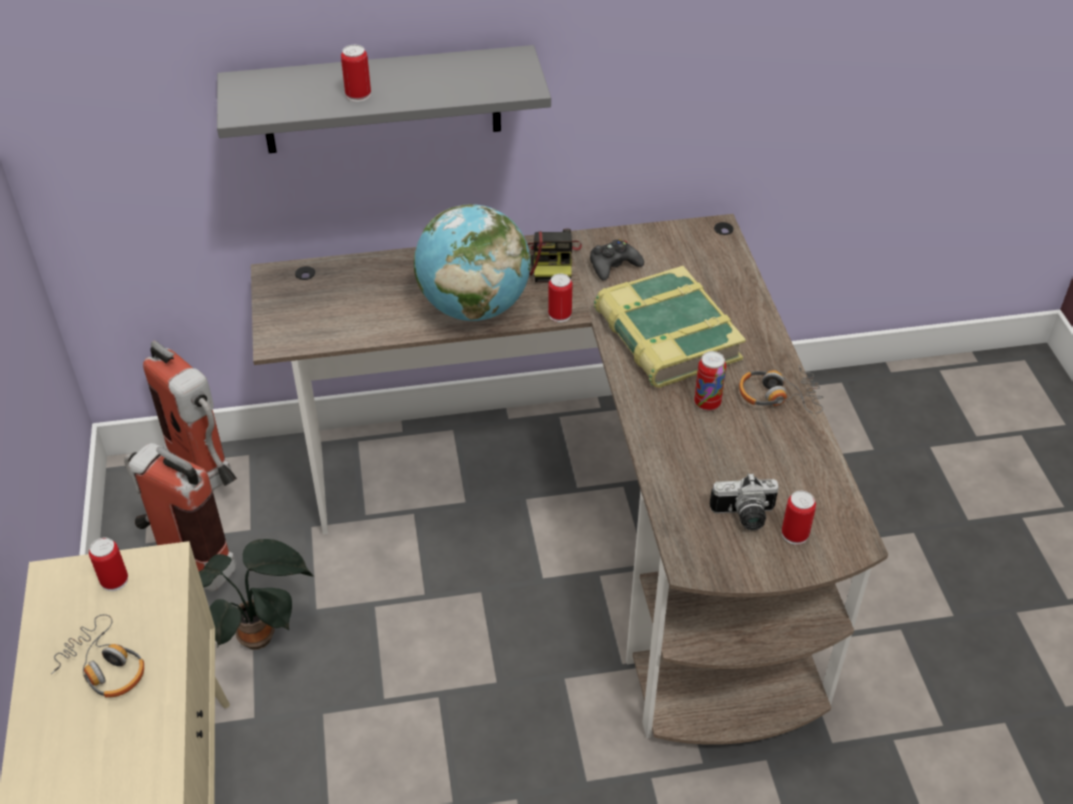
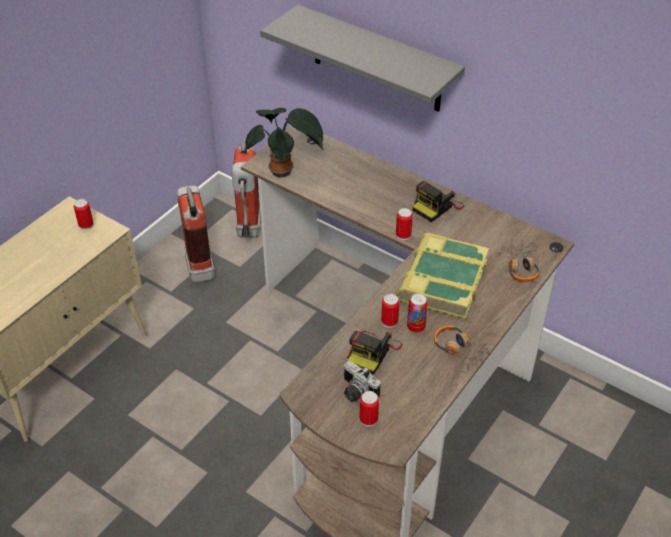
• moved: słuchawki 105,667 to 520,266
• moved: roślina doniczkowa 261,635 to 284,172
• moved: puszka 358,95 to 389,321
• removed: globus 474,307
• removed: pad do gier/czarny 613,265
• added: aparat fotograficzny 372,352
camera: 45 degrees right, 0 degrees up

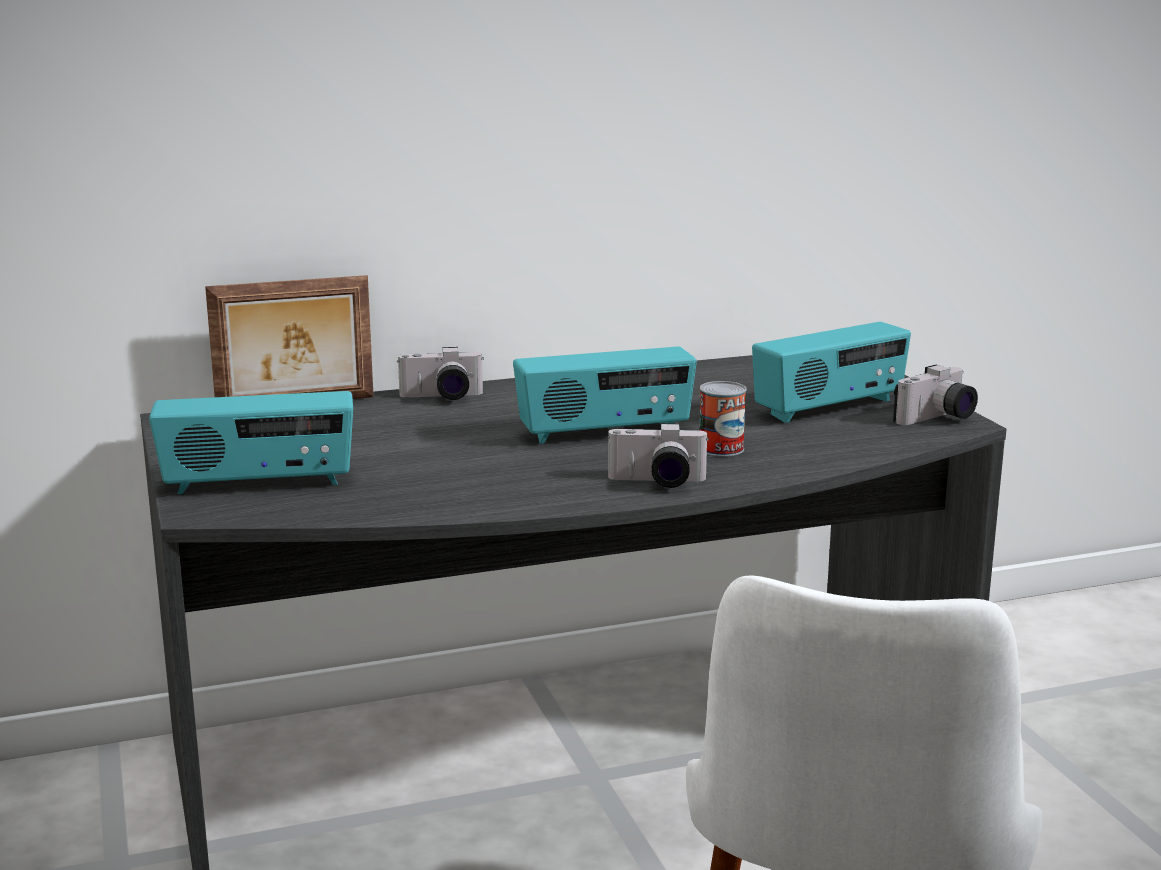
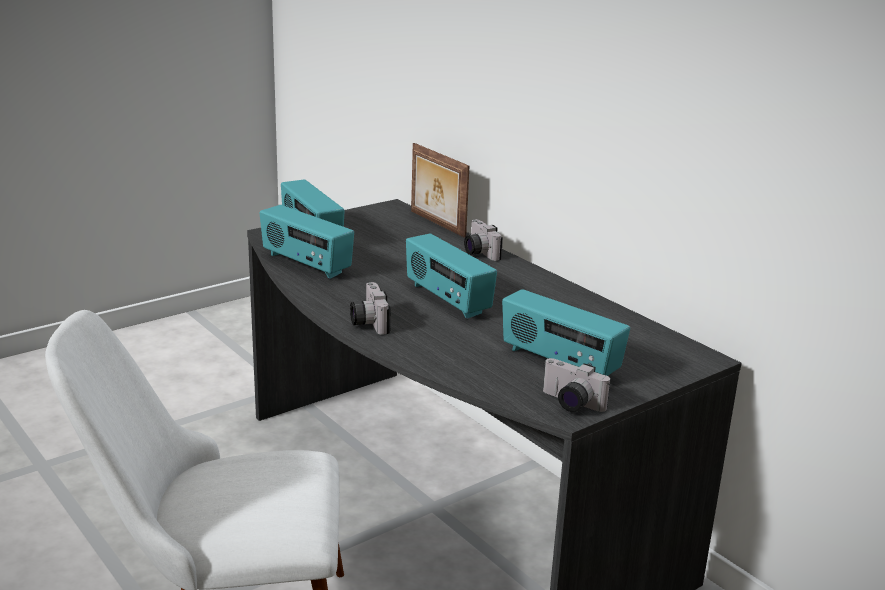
• removed: puszka 721,448
• added: radio 305,264
camera: 70 degrees right, 5 degrees up

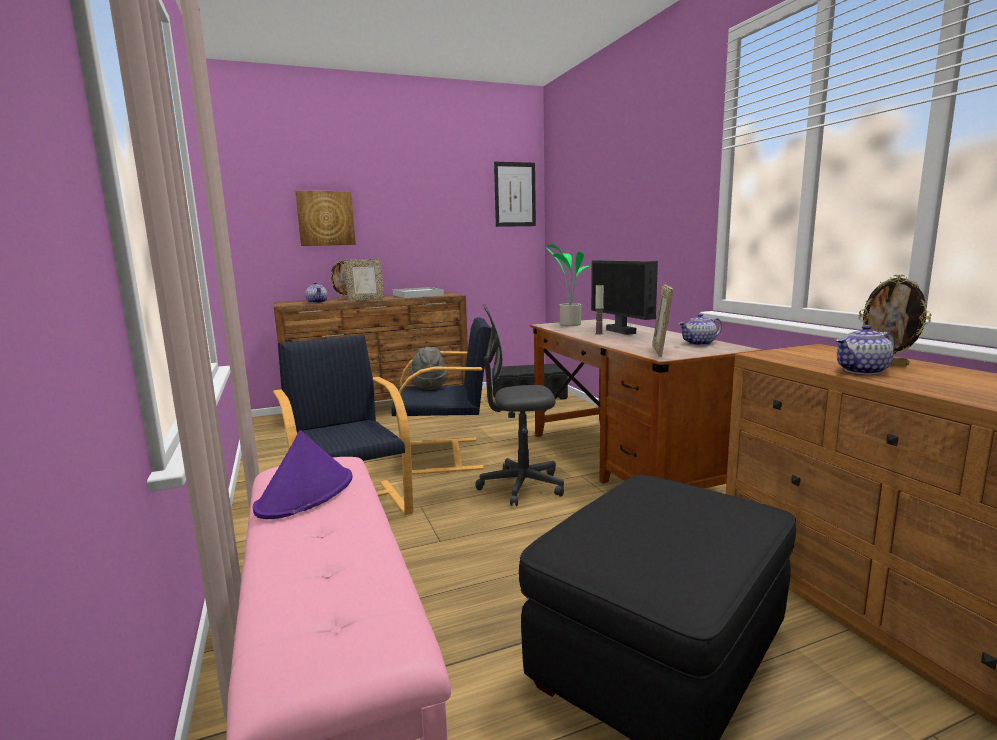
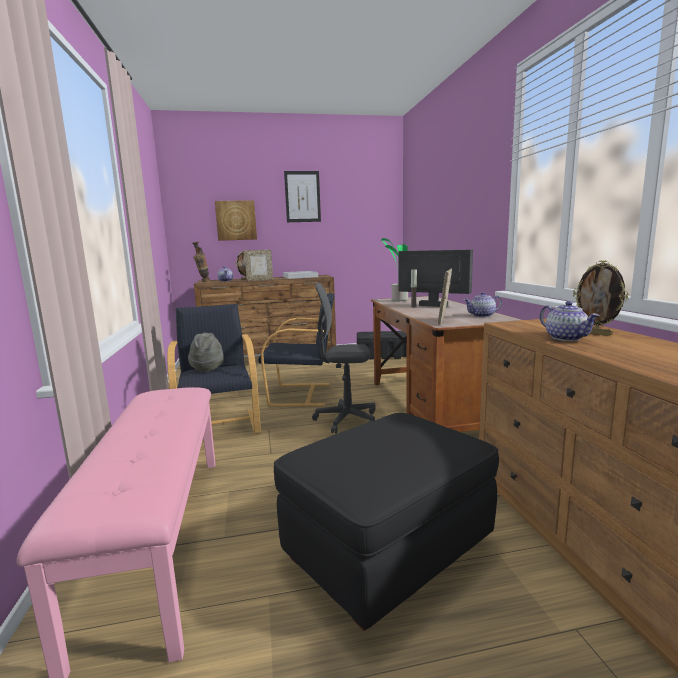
• removed: kapelusz/fioletowy 306,494
• moved: kapelusz/szary 428,386 to 207,367
• moved: obraz 515,194 to 302,196
• turned: monitor 622,331 = 433,305 135 degrees clockwise
• turned: imbryk 862,371 = 566,338 105 degrees counterclockwise
• added: wazon 203,281
camera: 10 degrees right, 0 degrees up

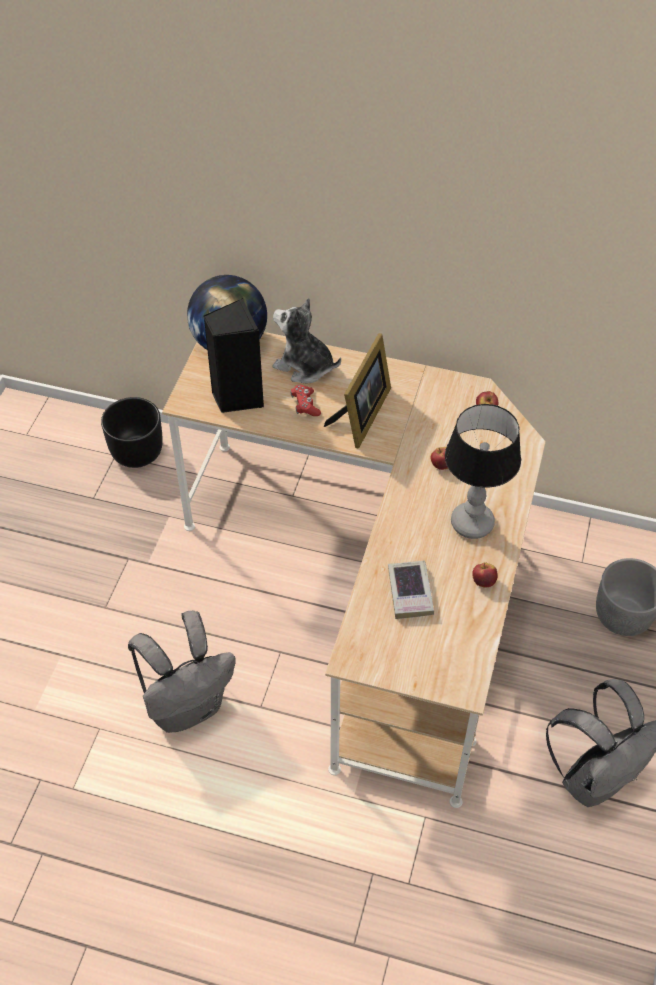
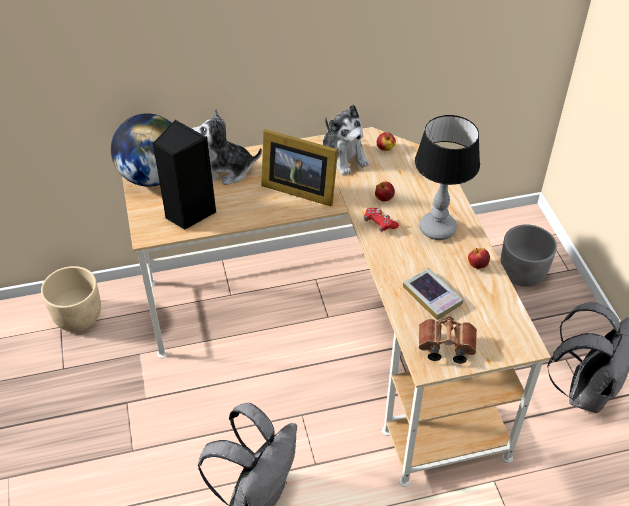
• recoloured: donica/czarny 136,451 to donica/beżowy 77,316
• moved: pad do gier/czerwony 305,405 to 380,223
• turned: ramka na zdjęcie 361,416 = 298,188 120 degrees clockwise
• added: pluszak 343,157
• added: lornetka/brązowy 444,347
camera: 30 degrees left, 5 degrees down

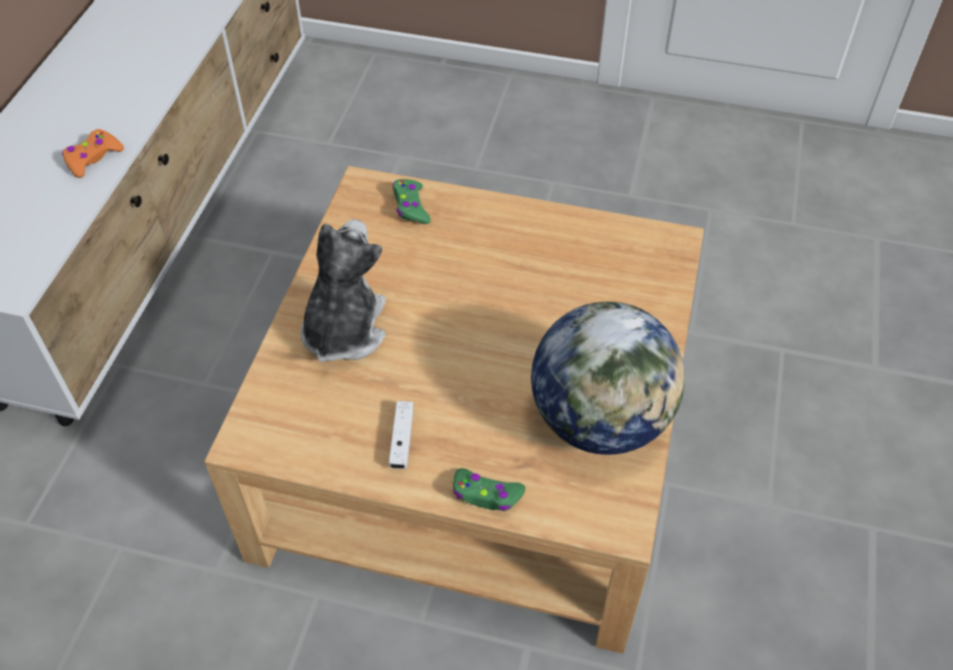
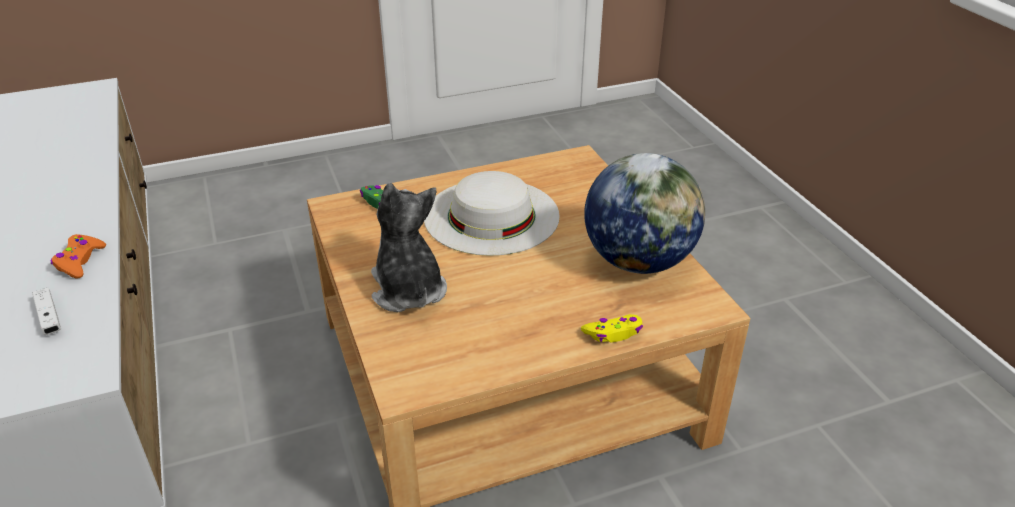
• moved: pad do gier/biały 402,440 to 49,318
• recoloured: pad do gier/zielony 486,495 to pad do gier/żółty 613,333
• added: kapelusz/biały 491,215
camera: 35 degrees left, 15 degrees down

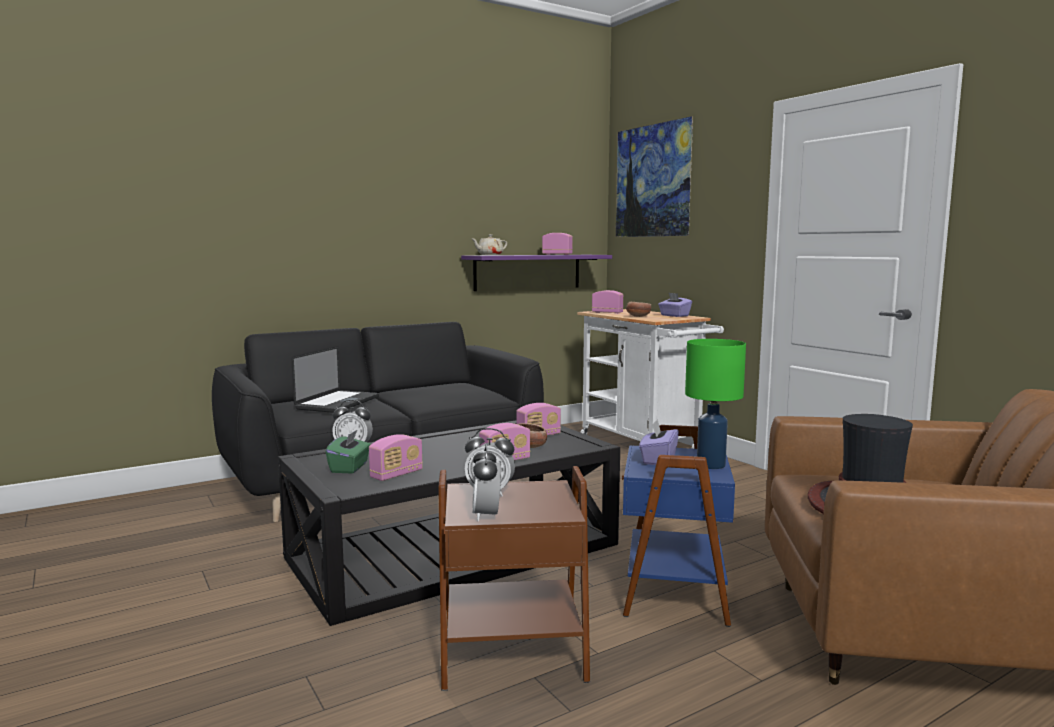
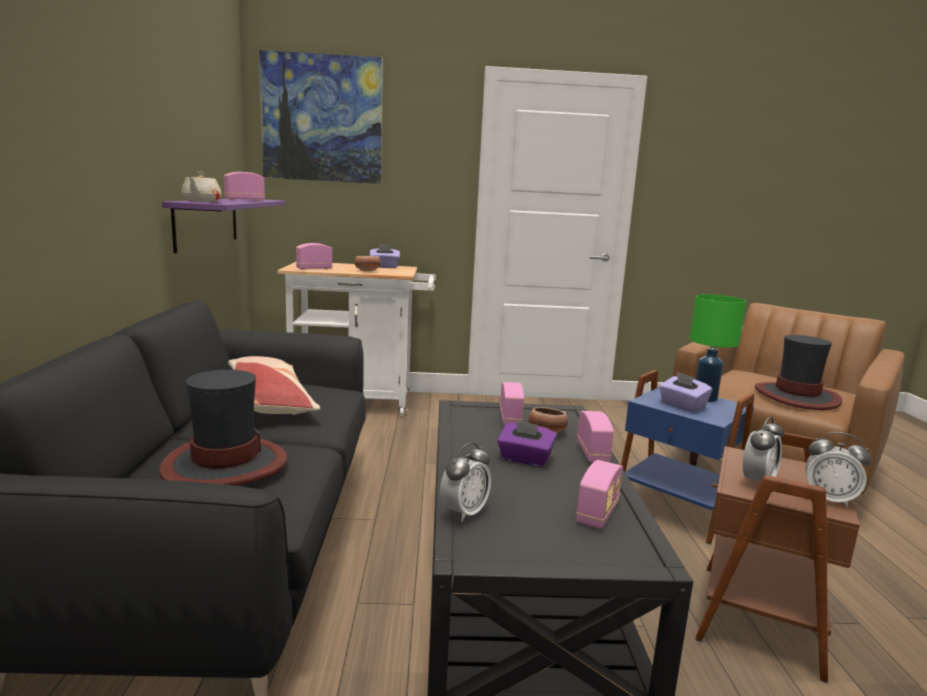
• replaced: laptop 338,403 to kapelusz 225,465
• removed: pudełko chusteczek/zielony 349,467
• turned: radio 396,475 = 598,513 45 degrees clockwise
• added: poduszka 270,400
• added: pudełko chusteczek/fioletowy 525,459
camera: 60 degrees left, 5 degrees up

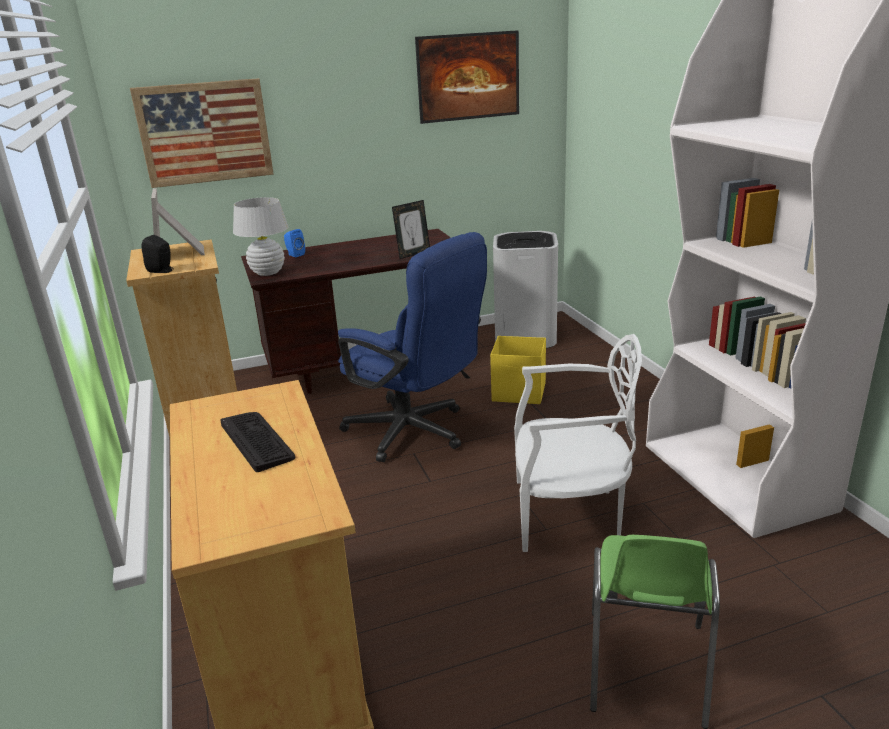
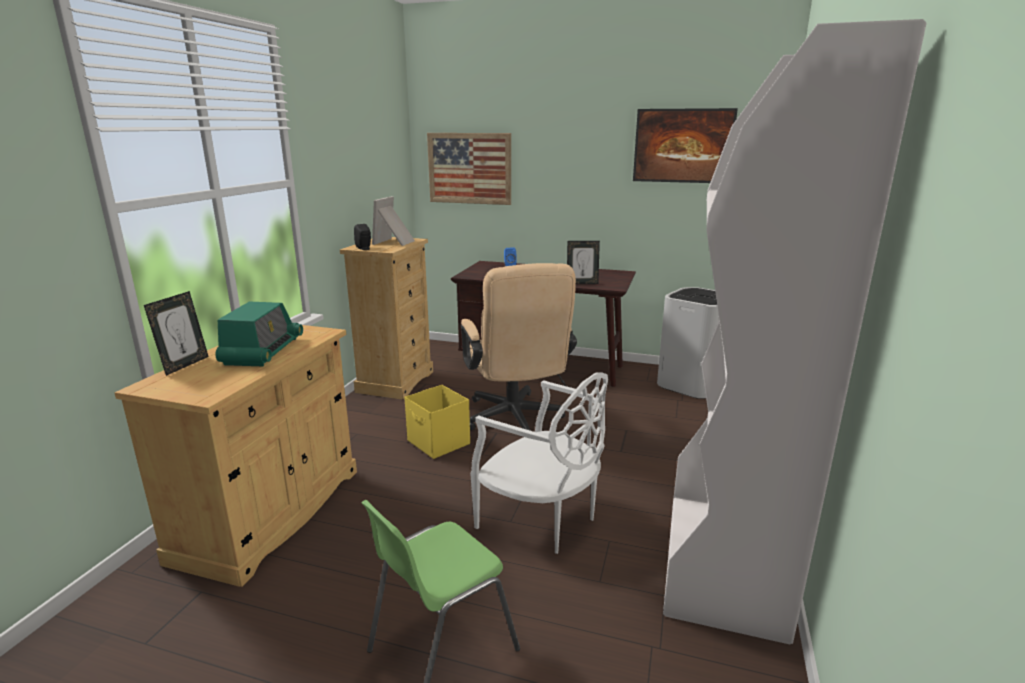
• replaced: klawiatura 257,440 to radio 262,351
• removed: lampa stołowa/biały 267,273
• recoloured: krzesło biurowe/niebieski 416,433 to krzesło biurowe/beżowy 515,421
• moved: pojemnik do przechowywania/żółty 519,392 to 438,443
• added: ramka na zdjęcie 184,365
camera: 35 degrees right, 5 degrees down

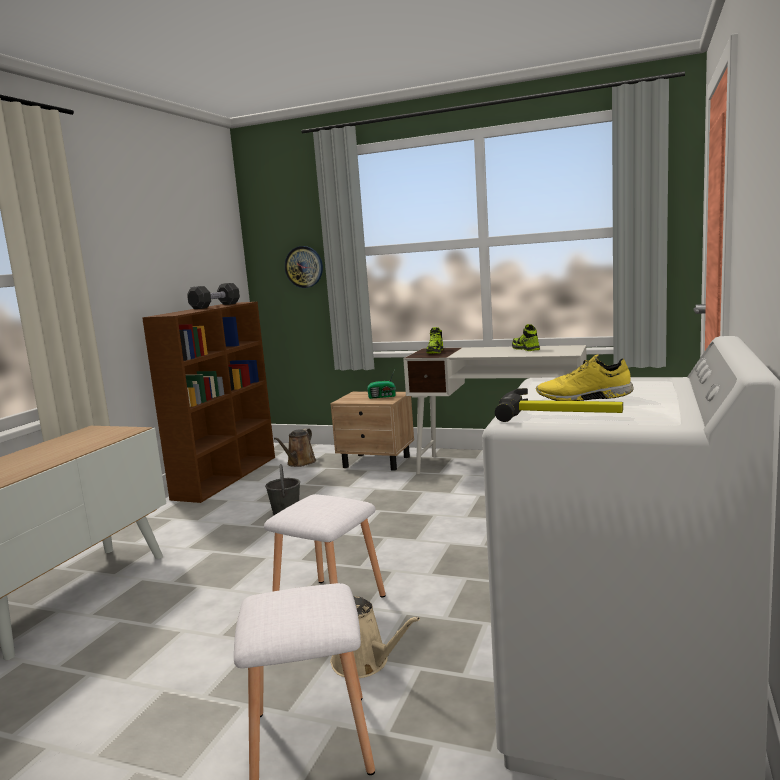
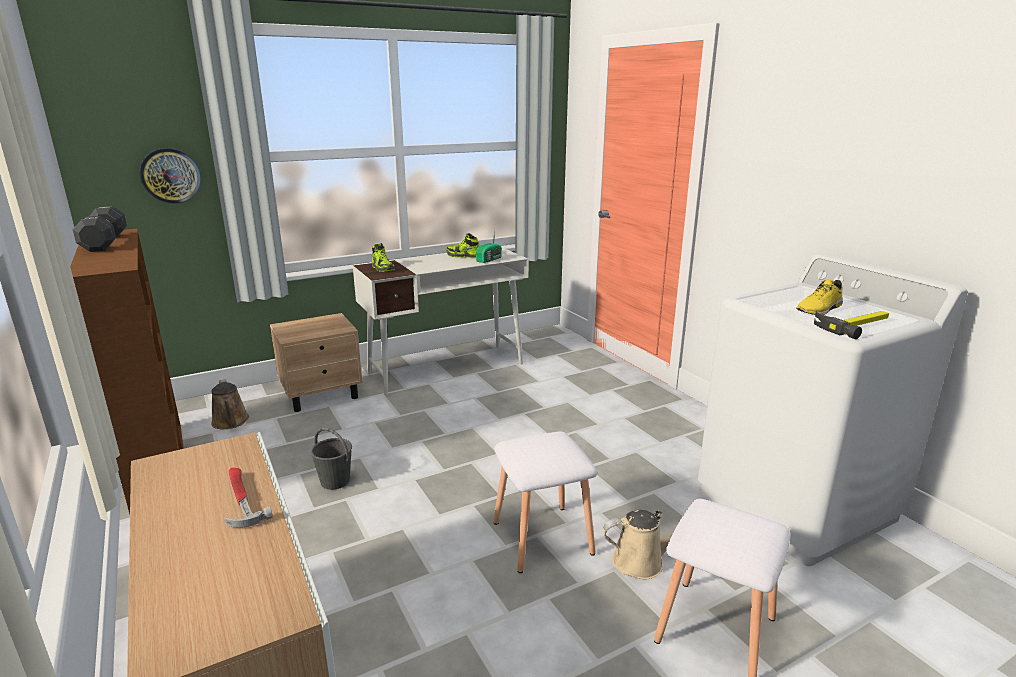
• moved: radio 382,396 to 490,259
• added: młotek 241,499
camera: 50 degrees left, 10 degrees up

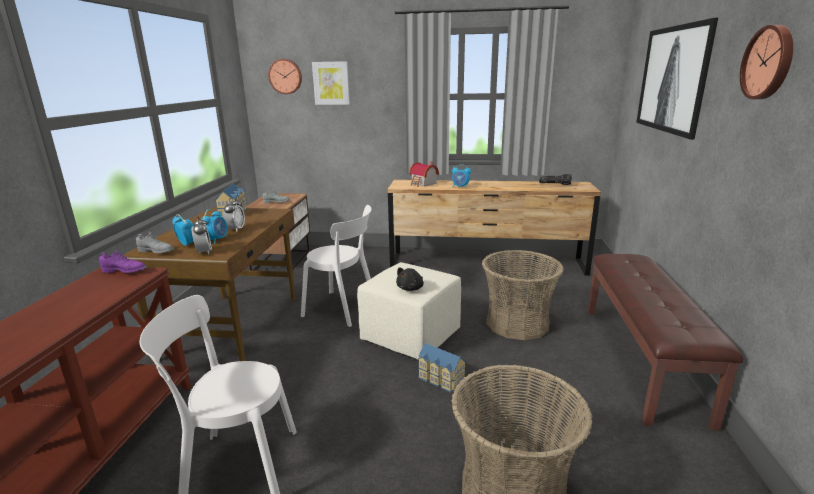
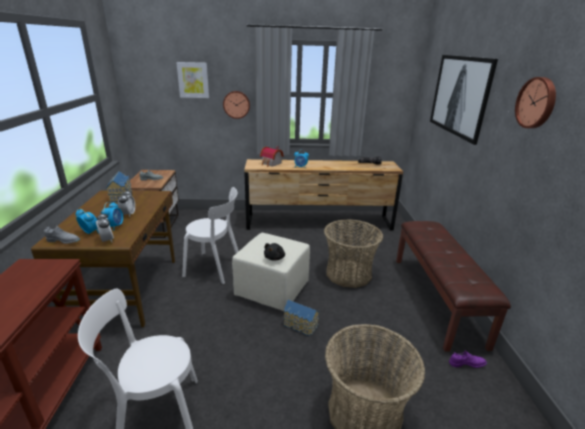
• moved: but/fioletowy 125,271 to 466,364
• moved: zegar ścienny 285,76 to 236,104
camera: 10 degrees left, 5 degrees up

